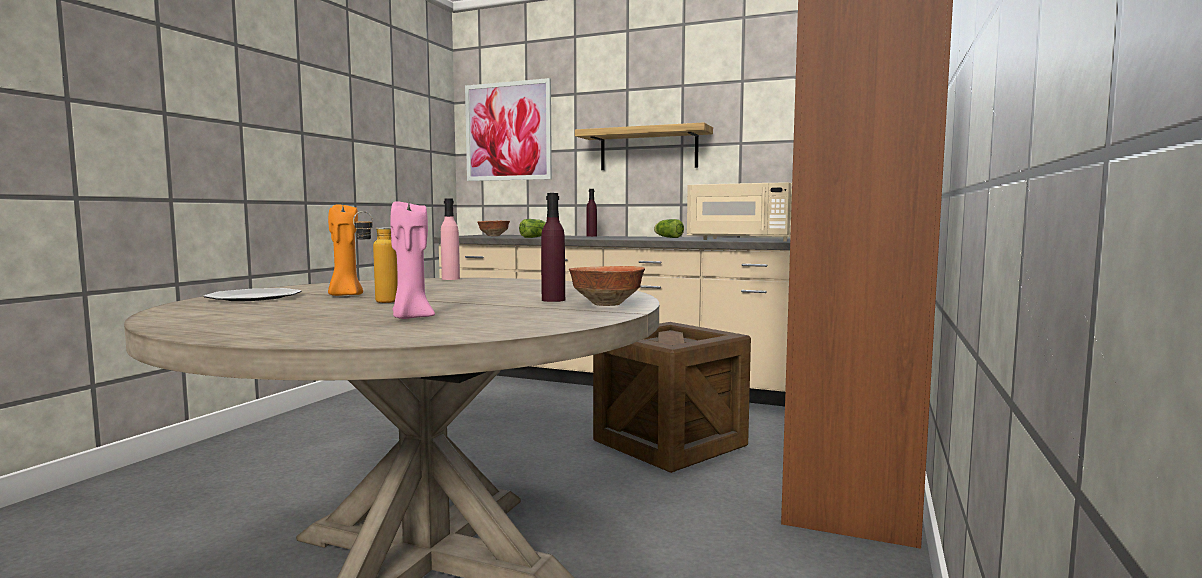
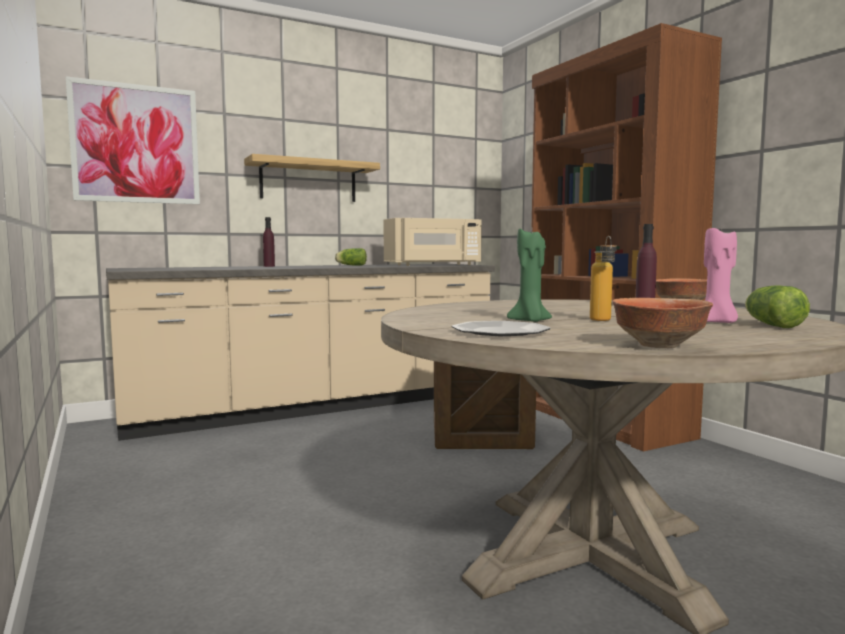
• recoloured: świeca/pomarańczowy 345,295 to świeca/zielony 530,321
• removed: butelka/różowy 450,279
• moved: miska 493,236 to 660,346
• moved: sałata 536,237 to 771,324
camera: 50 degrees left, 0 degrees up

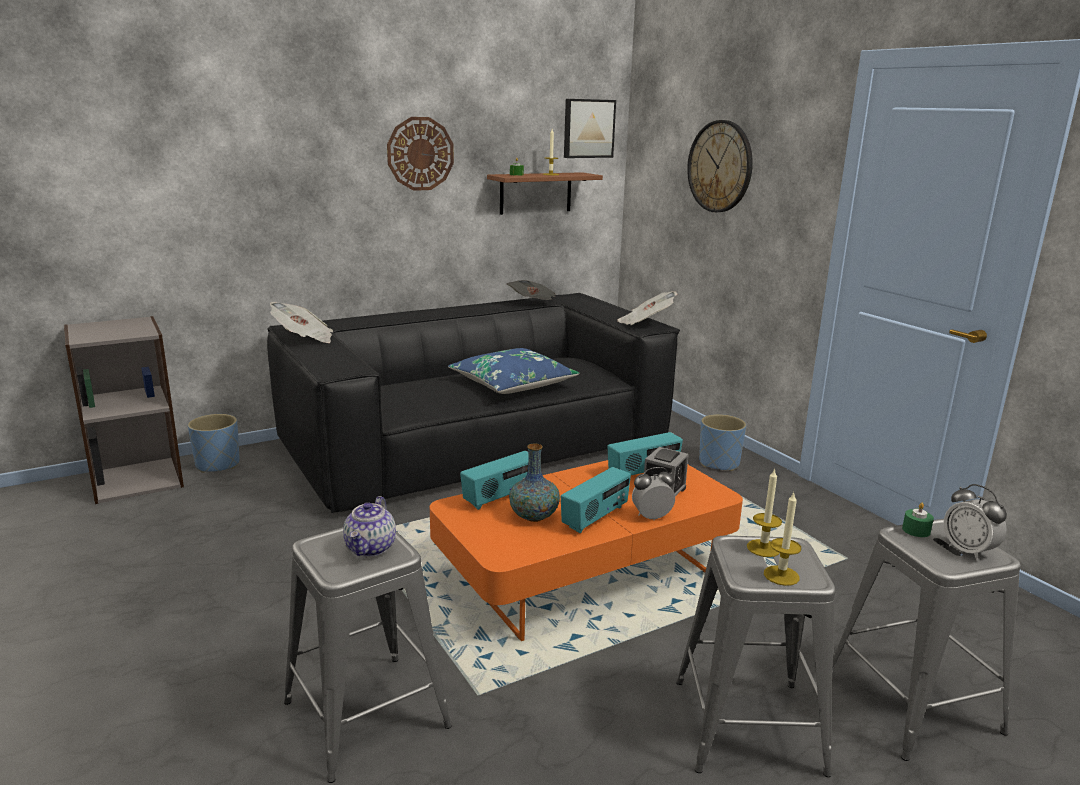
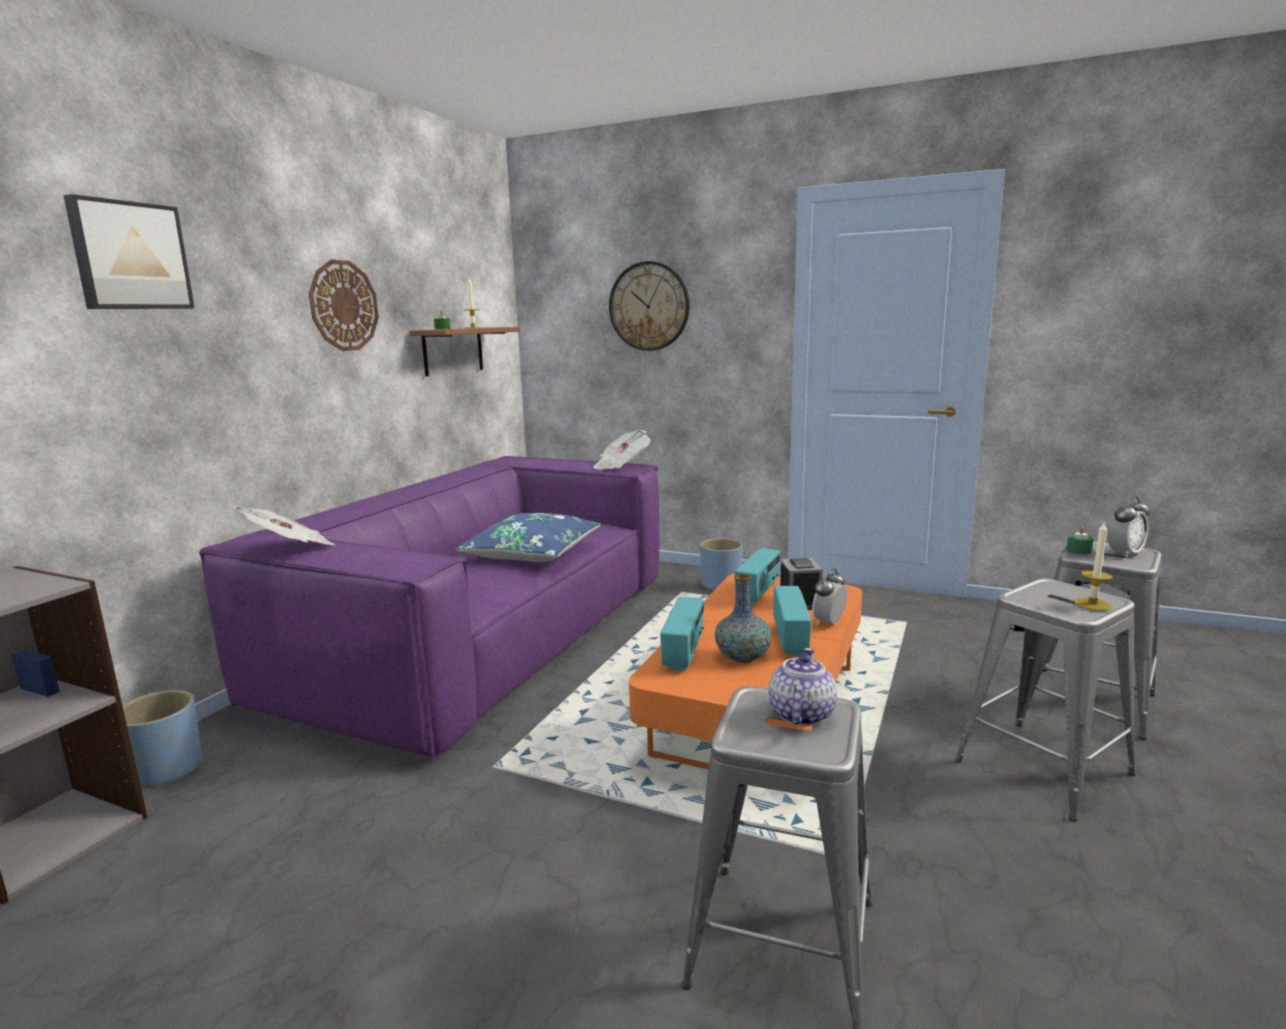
• recoloured: kanapa/czarny 477,443 to kanapa/fioletowy 484,636
• turned: imbryk 371,548 = 800,714 135 degrees counterclockwise
• removed: gazeta 533,304
• moved: obraz 588,128 to 129,256
• removed: świeca 763,548
• turned: budzik 968,551 = 1124,553 60 degrees counterclockwise
camera: 35 degrees left, 5 degrees down

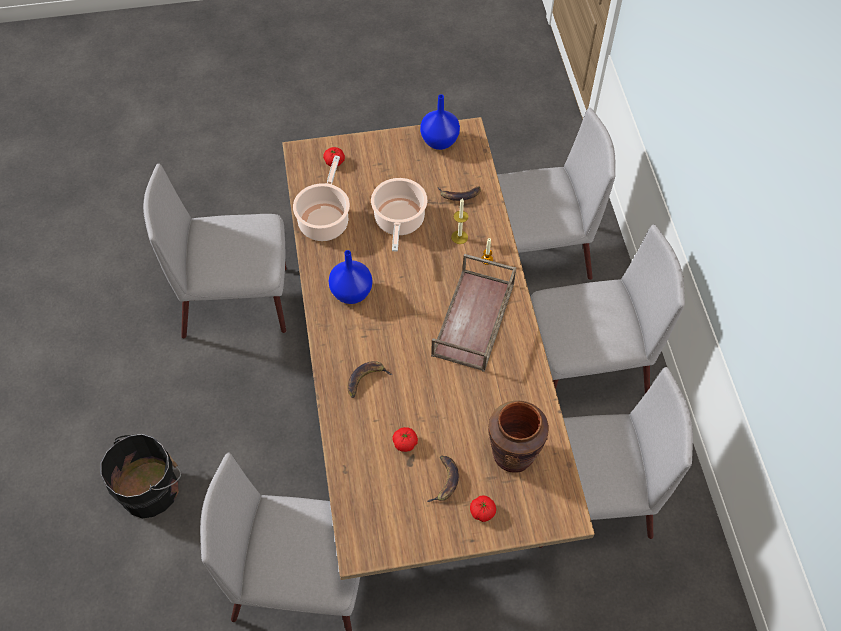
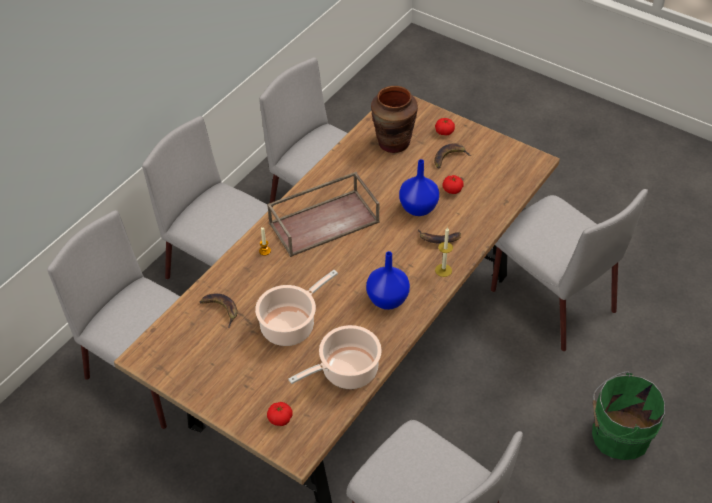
• recoloured: wiadro/czarny 151,488 to wiadro/zielony 617,434
• moved: wazon/niebieski 440,141 to 417,208
• moved: świeca 459,237 to 443,270
camera: 135 degrees left, 10 degrees down

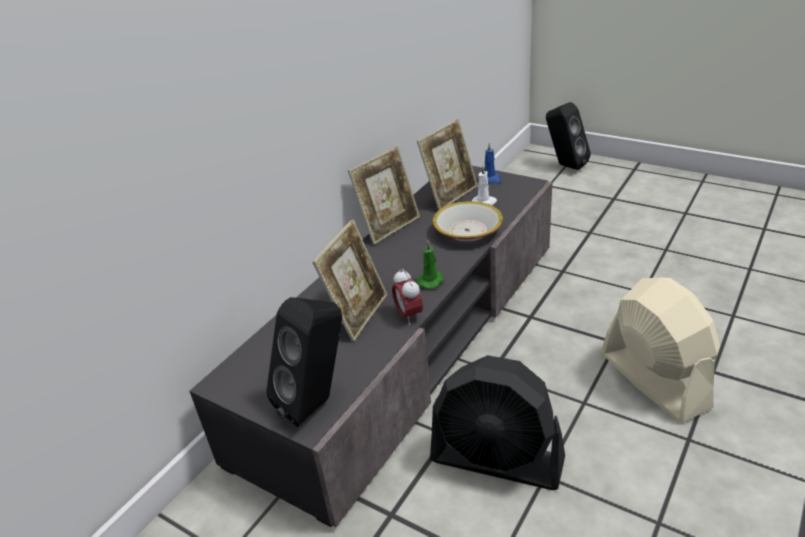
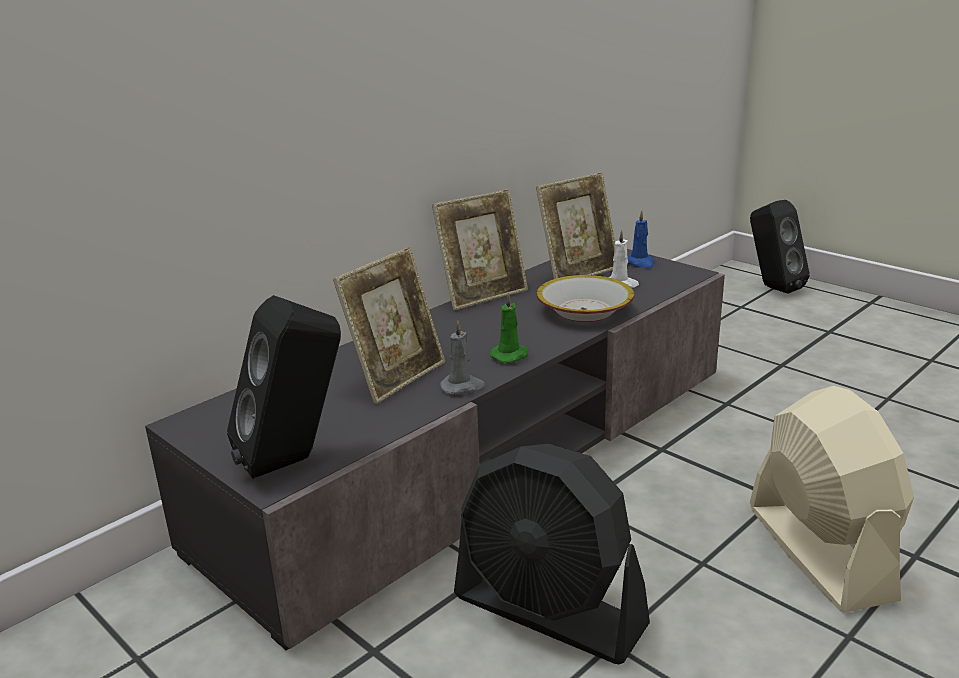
• replaced: budzik 409,315 to świeca/szary 462,387
camera: 10 degrees right, 10 degrees down

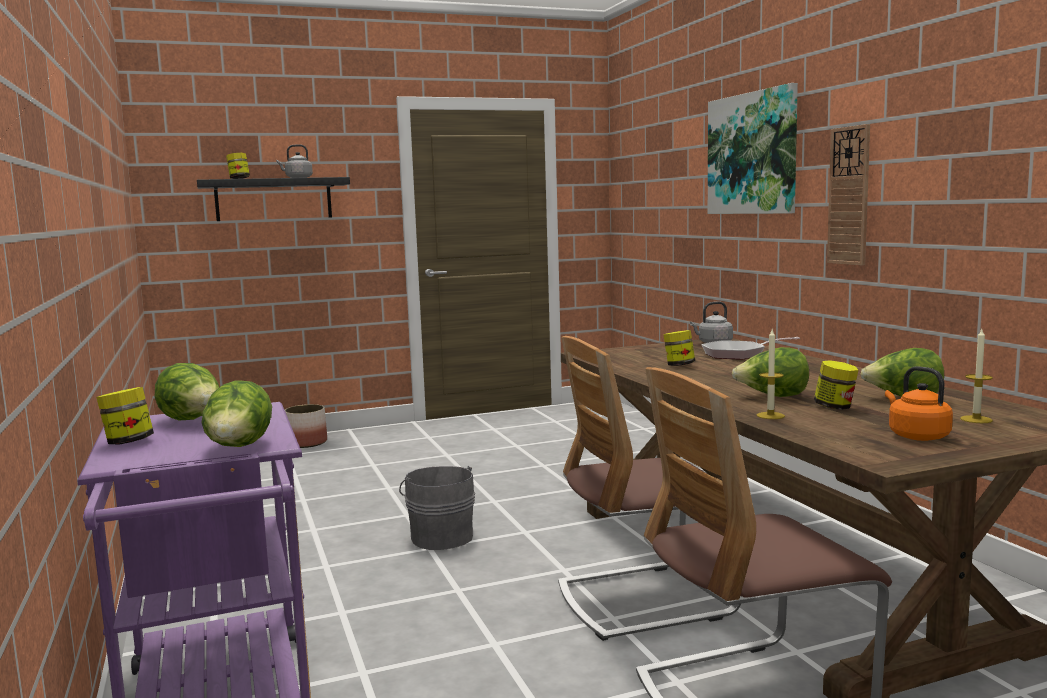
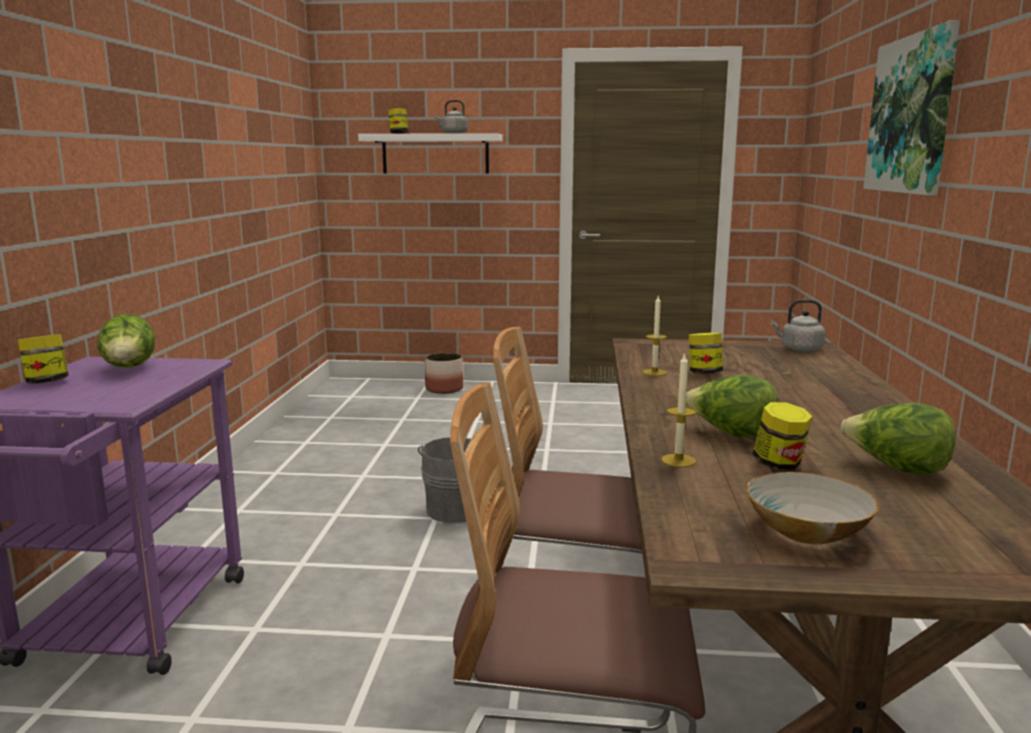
• recoloured: półka/czarny 274,199 to półka/biały 435,154
• removed: sałata 239,448
• removed: patelnia 738,354
• removed: zegar ścienny 849,196
• replaced: czajnik/pomarańczowy 916,436 to miska 805,531
• moved: świeca 976,419 to 654,372
camera: 25 degrees right, 5 degrees up

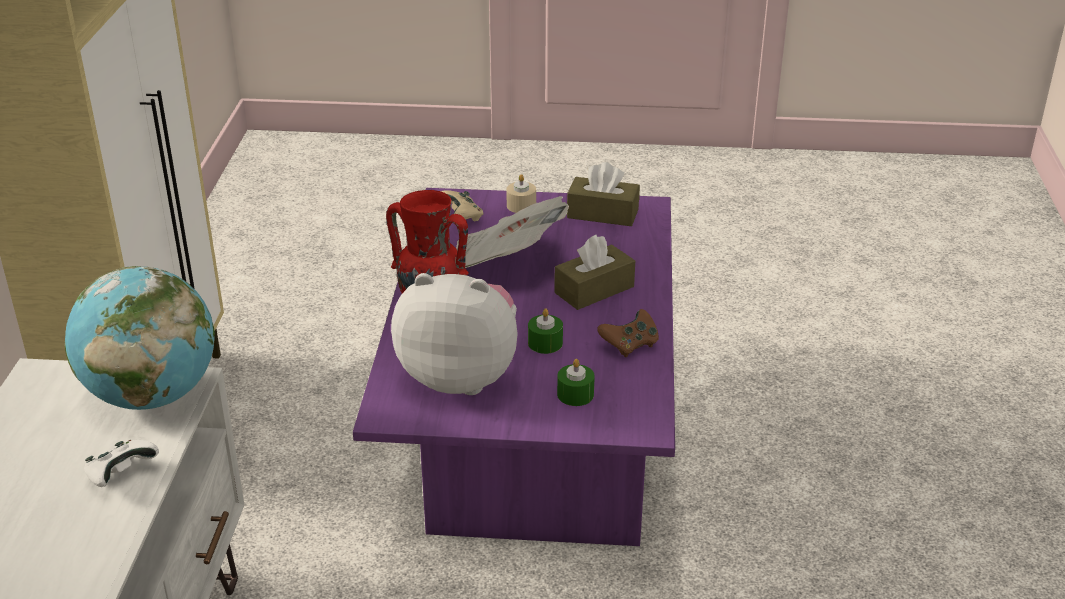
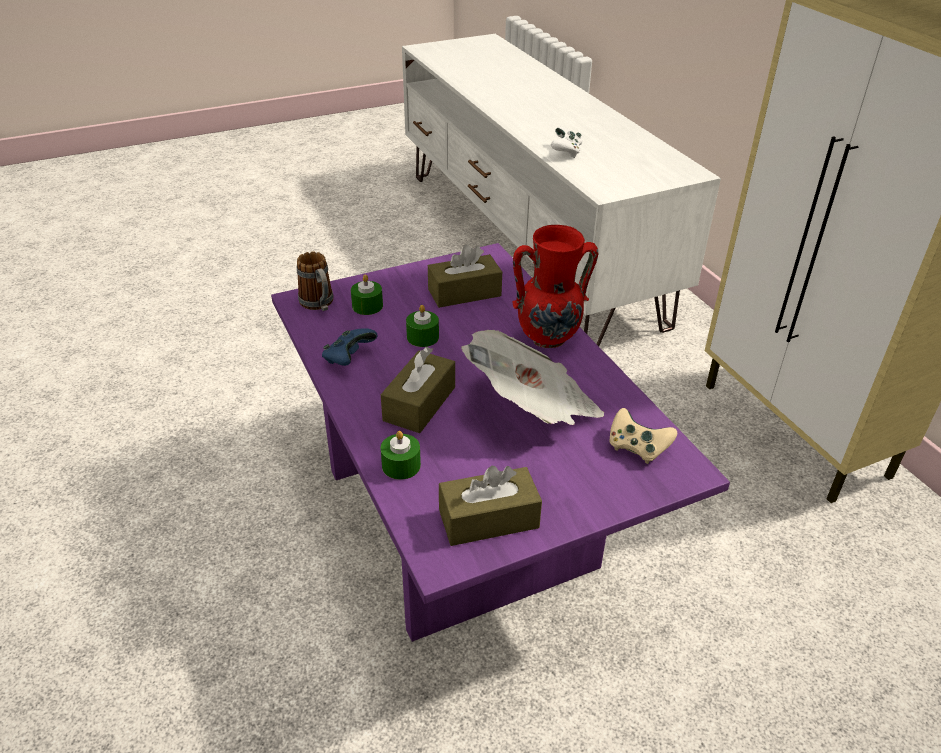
• removed: globus 152,395
• replaced: pluszak 460,376 to pudełko chusteczek/brązowy 464,293
• removed: świeca/beżowy 521,205
• recoloured: pad do gier/brązowy 630,345 to pad do gier/niebieski 349,358
• added: kubek 319,305
• added: świeca/zielony 401,465
camera: 150 degrees right, 5 degrees up

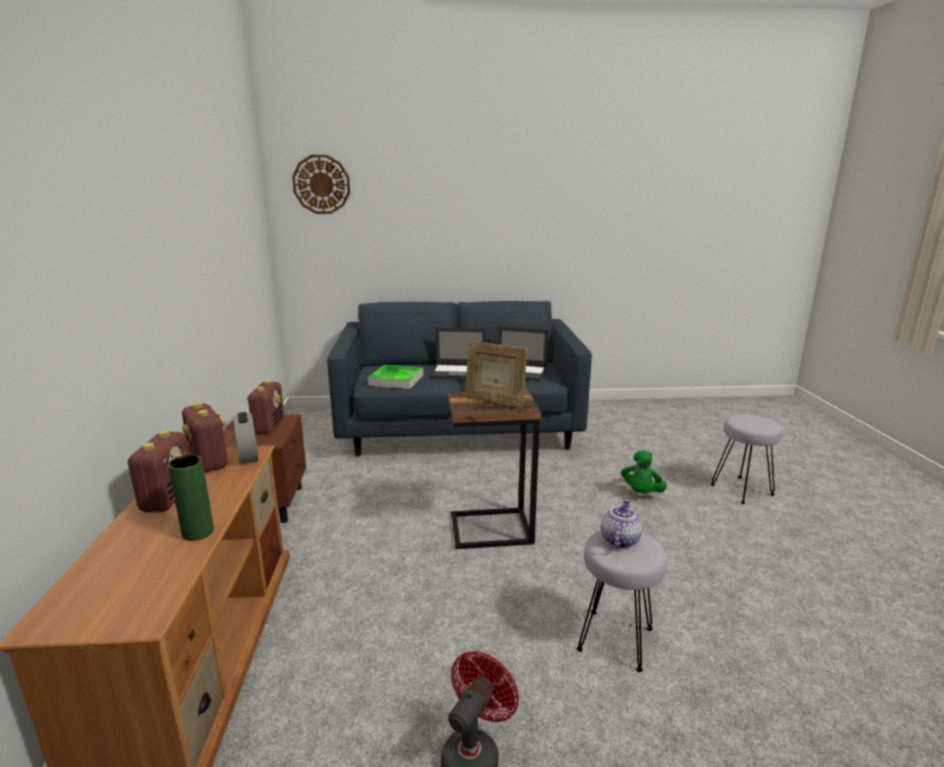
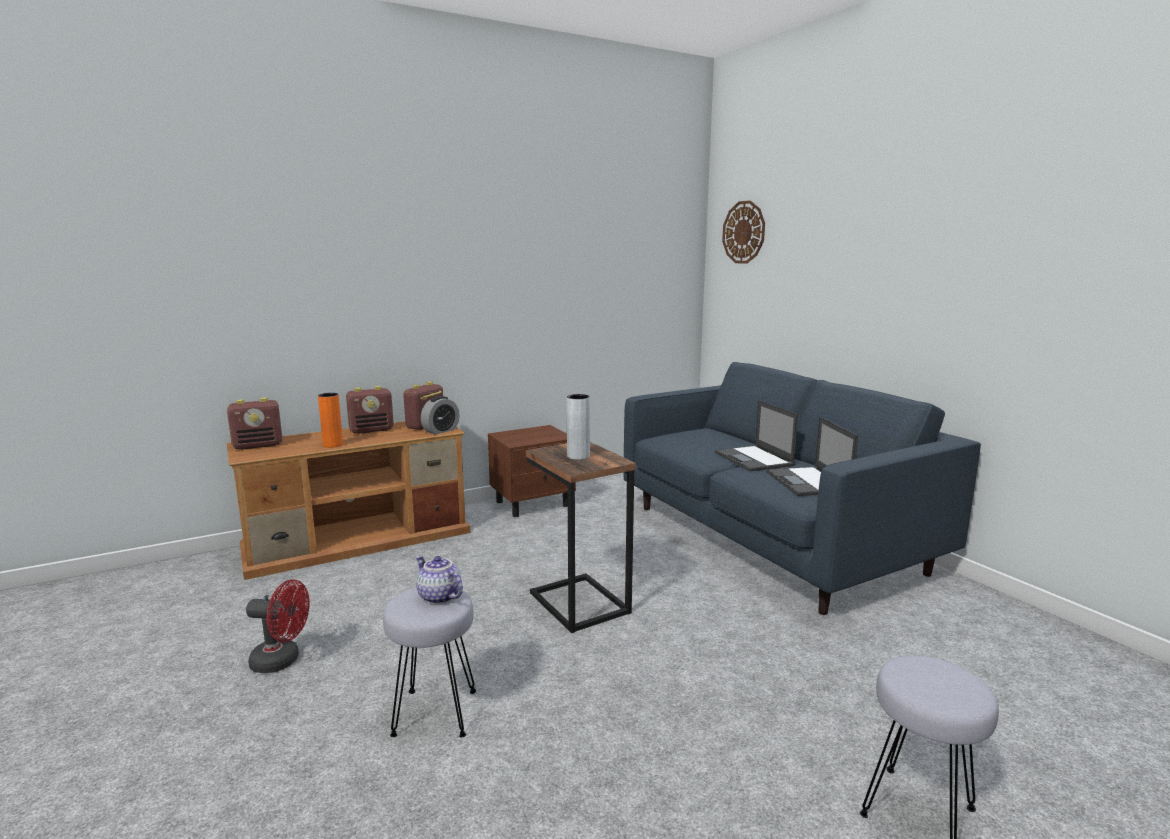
• recoloured: wazon/zielony 198,532 to wazon/pomarańczowy 333,445
• moved: radio 269,426 to 258,445
• removed: taca 396,380
• replaced: ramka na zdjęcie 494,402 to wazon/szary 578,456
• turned: imbryk 619,540 = 438,597 135 degrees counterclockwise
• removed: pluszak/zielony 641,493
camera: 65 degrees right, 5 degrees down

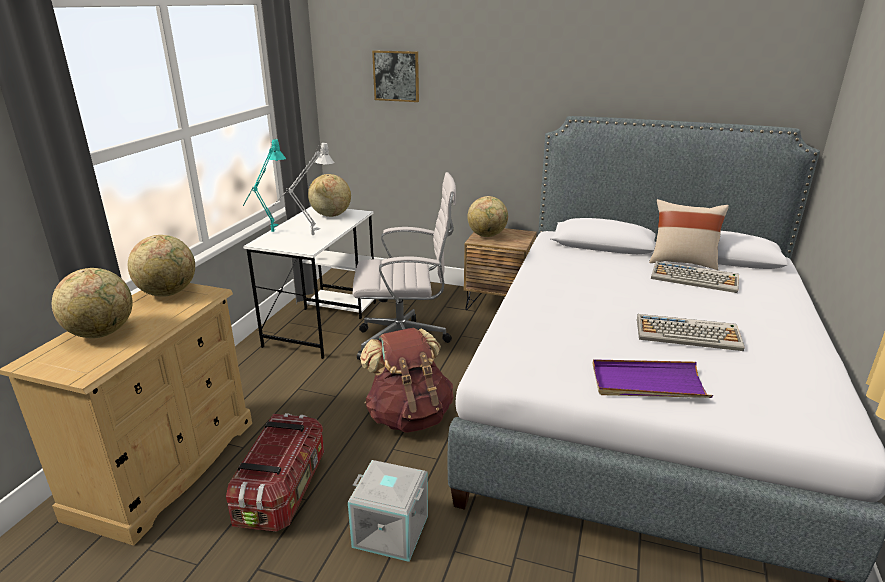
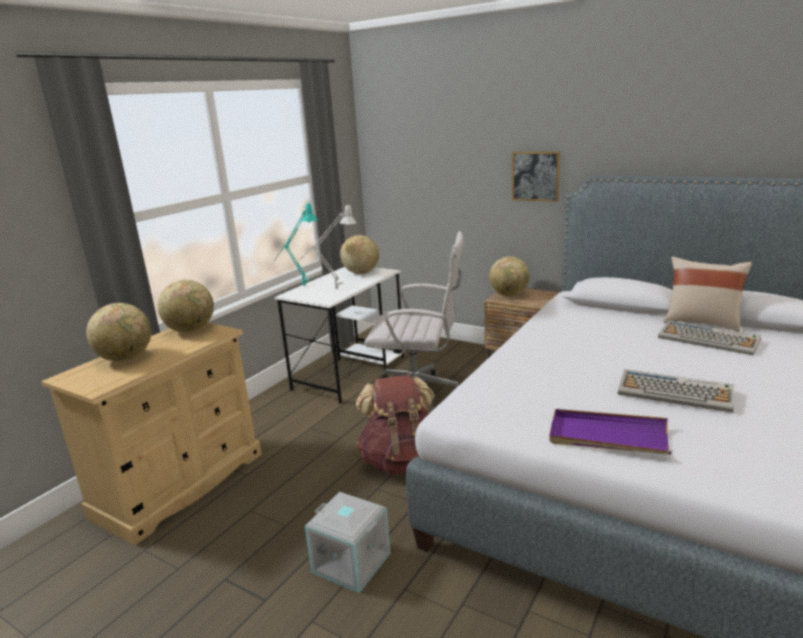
• removed: pojemnik do przechowywania 283,490
• moved: obraz 396,76 to 536,176
camera: 15 degrees right, 5 degrees down

